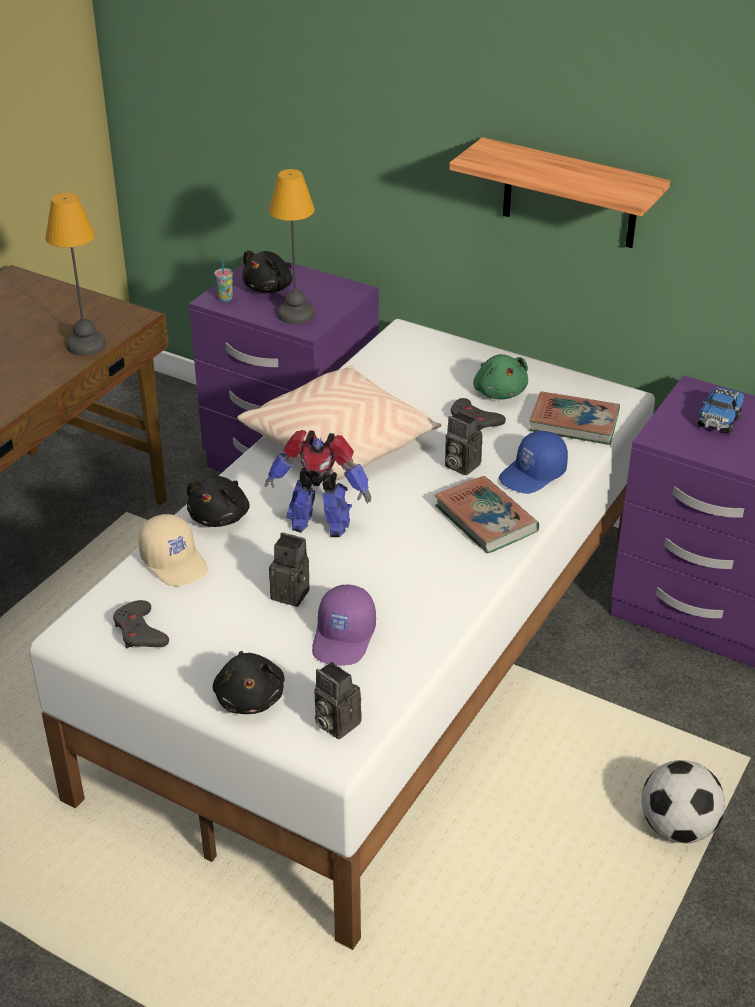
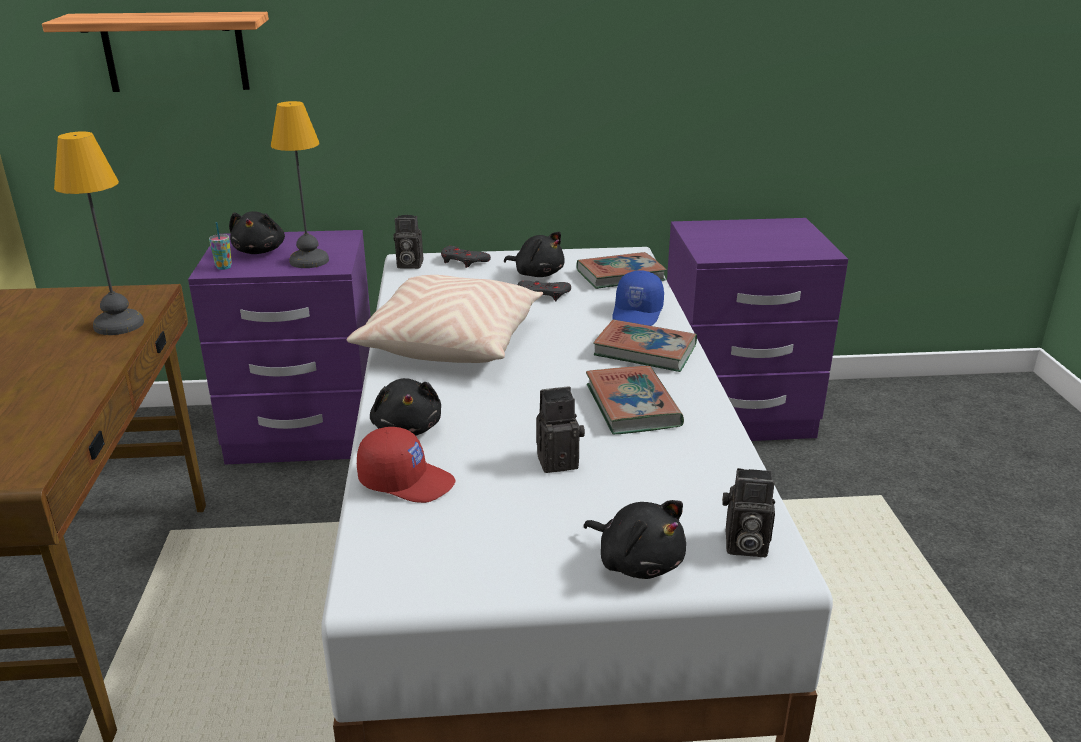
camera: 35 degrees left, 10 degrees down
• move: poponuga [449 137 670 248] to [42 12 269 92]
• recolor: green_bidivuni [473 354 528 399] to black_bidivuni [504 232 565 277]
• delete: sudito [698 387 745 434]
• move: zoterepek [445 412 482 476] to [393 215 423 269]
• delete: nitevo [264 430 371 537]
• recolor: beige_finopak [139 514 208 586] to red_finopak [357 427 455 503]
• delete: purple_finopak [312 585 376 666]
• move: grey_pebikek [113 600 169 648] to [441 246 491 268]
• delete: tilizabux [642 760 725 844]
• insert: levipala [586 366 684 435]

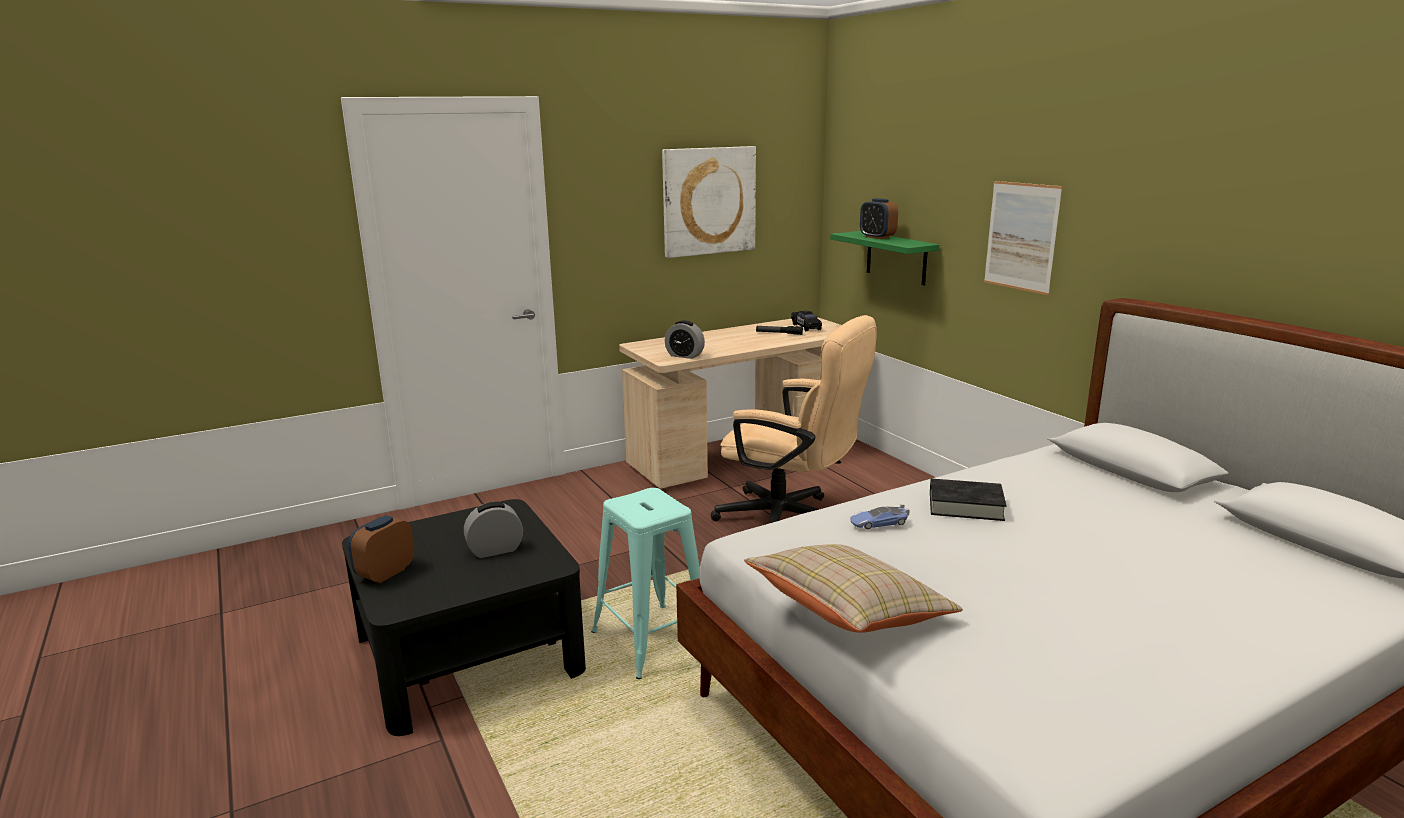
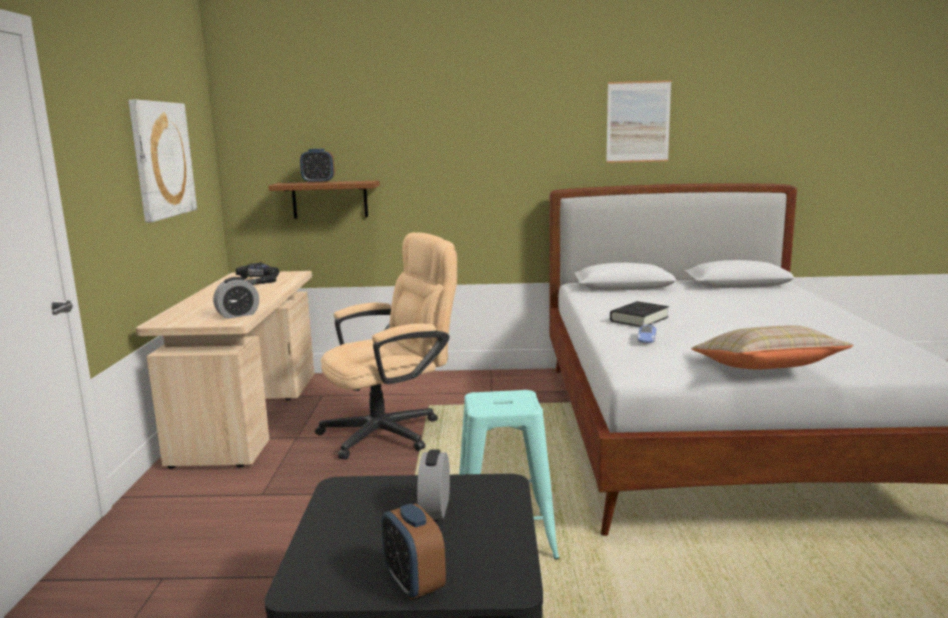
camera: 60 degrees left, 5 degrees down
• move: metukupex [984 181 1063 295] to [606 80 671 163]
• recolor: green_poponuga [830 231 940 285] to brown_poponuga [268 181 380 219]

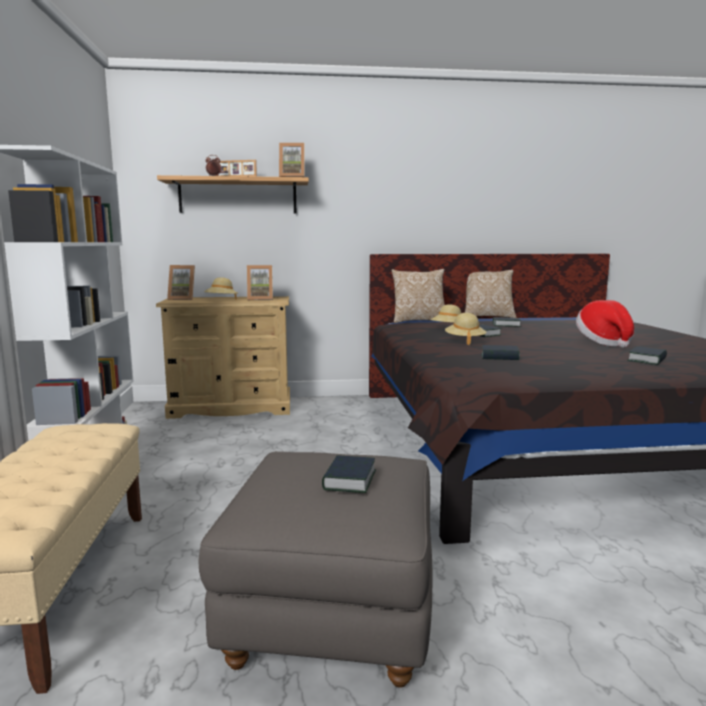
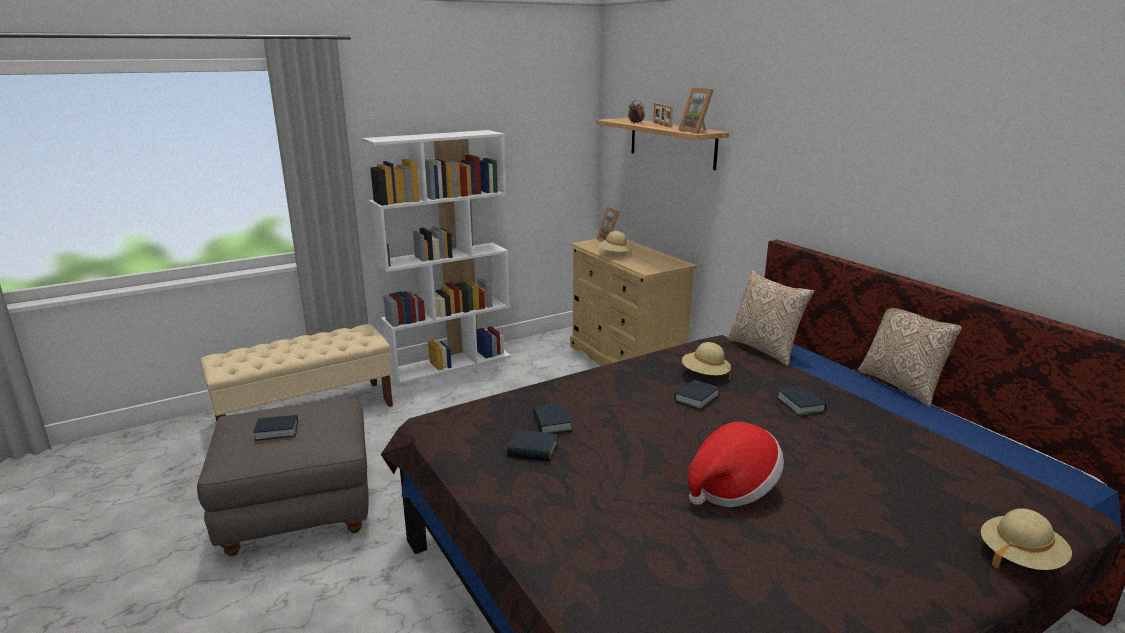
camera: 65 degrees right, 10 degrees up
• delete: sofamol [247 265 273 300]
• move: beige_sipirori [445 313 487 345] to [981 508 1072 570]
• move: levipala [627 346 667 365] to [506 430 558 462]

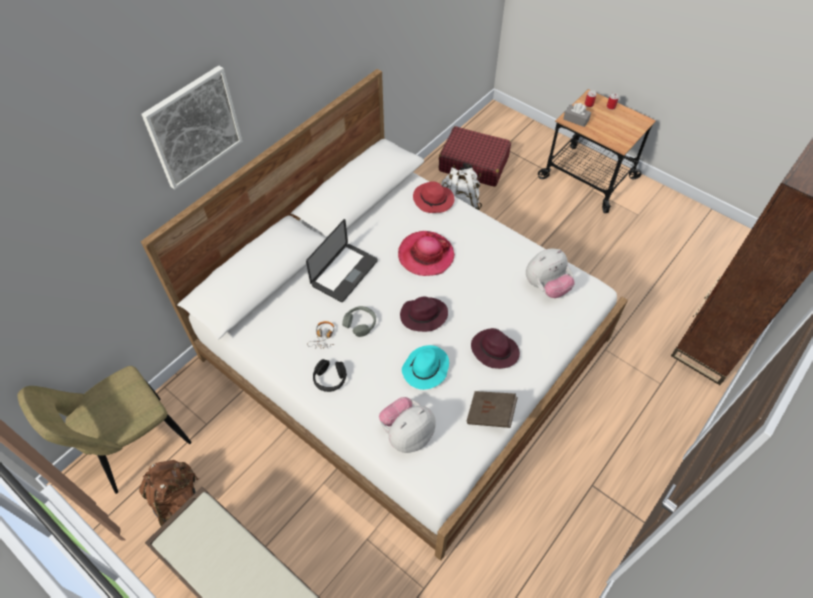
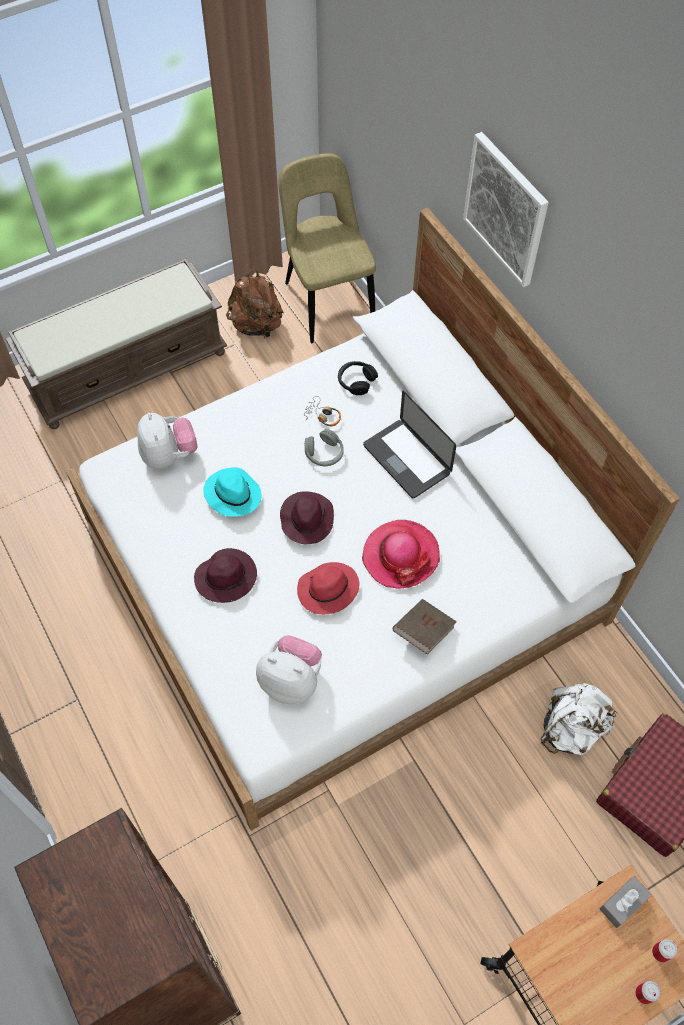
camera: 110 degrees right, 5 degrees up
• move: red_sipirori [413 181 454 213] to [297 562 359 615]
• rotate: bidivuni [526 249 575 298] = [256 635 322 704] 120 degrees clockwise
• move: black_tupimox [313 359 347 392] to [338 361 378 395]
• move: brown_levipala [467 391 518 428] to [393 599 457 655]

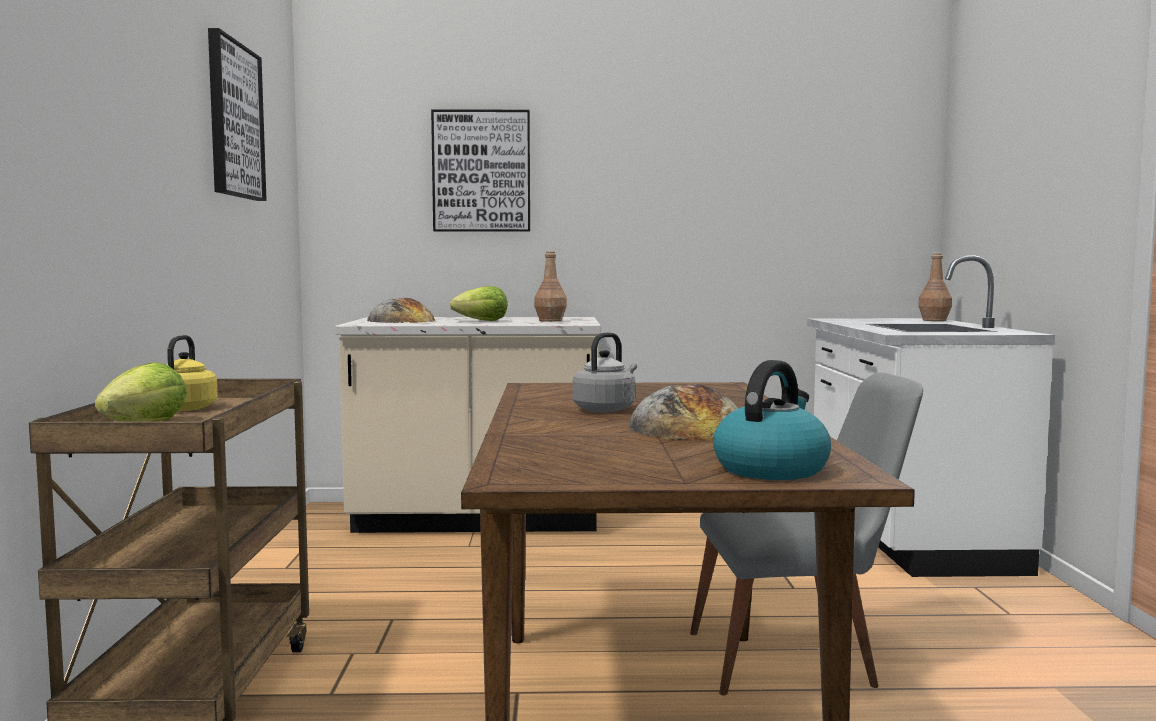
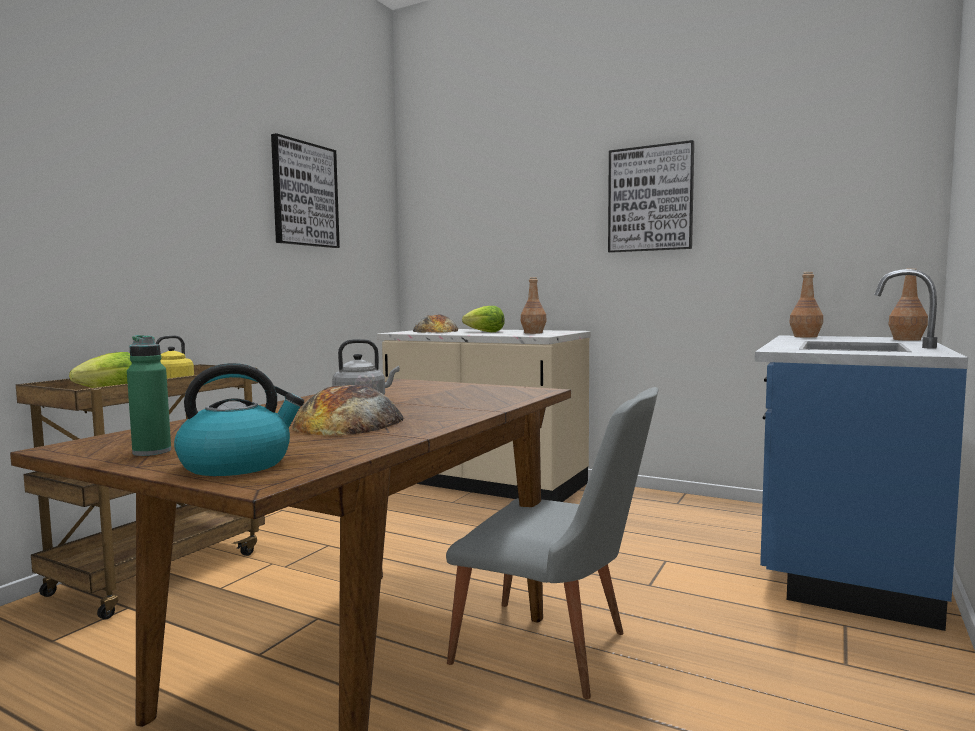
camera: 30 degrees right, 0 degrees up
• move: metukupex [431 109 530 232] to [608 140 694 253]
• recolor: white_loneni [807 255 1055 577] to blue_loneni [755 269 968 631]
• insert: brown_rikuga [789 272 823 338]
• insert: green_rikuga [127 335 171 456]

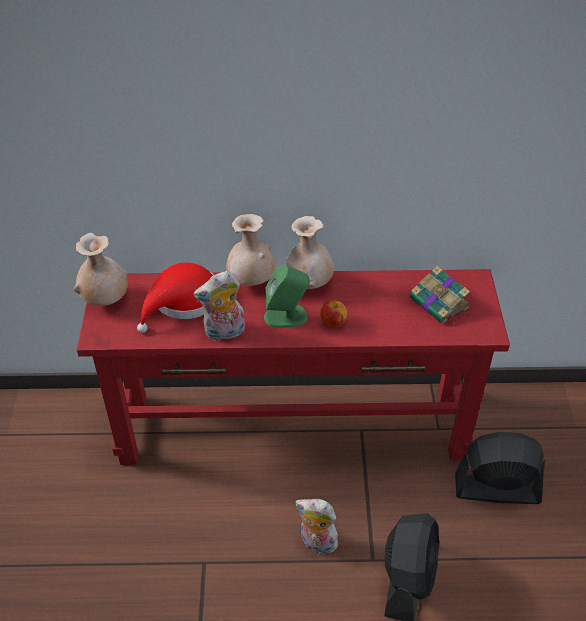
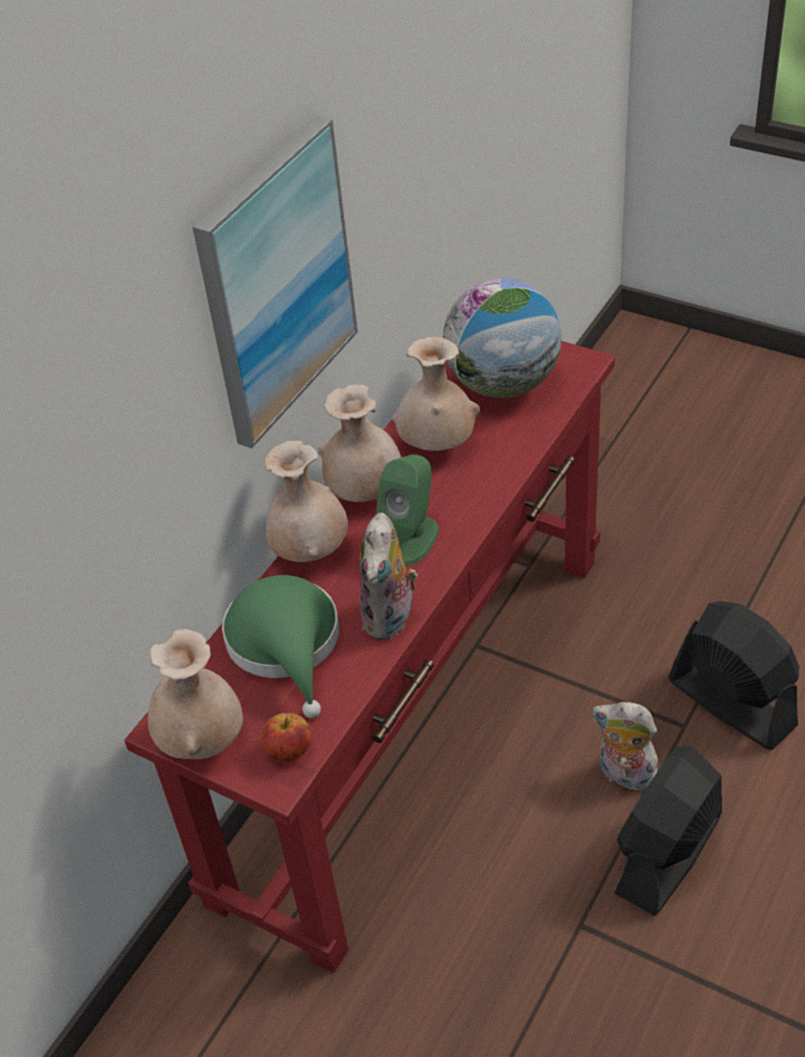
camera: 55 degrees left, 0 degrees up
• recolor: red_sipirori [137 262 214 333] to green_sipirori [222 575 339 718]
• replace: levipala [410 266 470 324] to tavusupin [443 278 562 398]
• move: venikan [320 300 347 327] to [261 713 312 762]
• move: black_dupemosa [455 432 546 504] to [614 746 722 916]
• rotate: bidivuni [296 499 340 554] = [592 702 658 790] 60 degrees clockwise
• insert: metukupex [192 115 358 448]
• insert: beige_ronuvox [392 337 480 451]

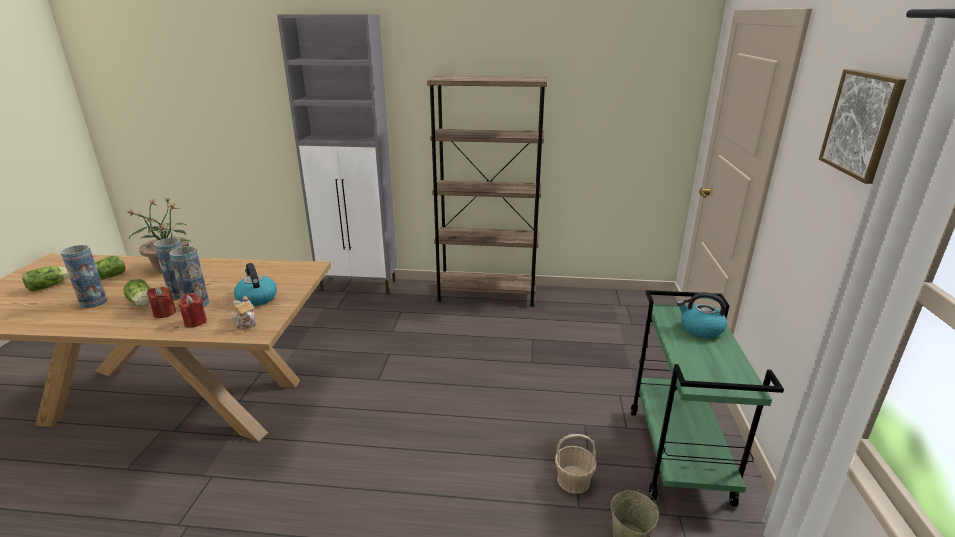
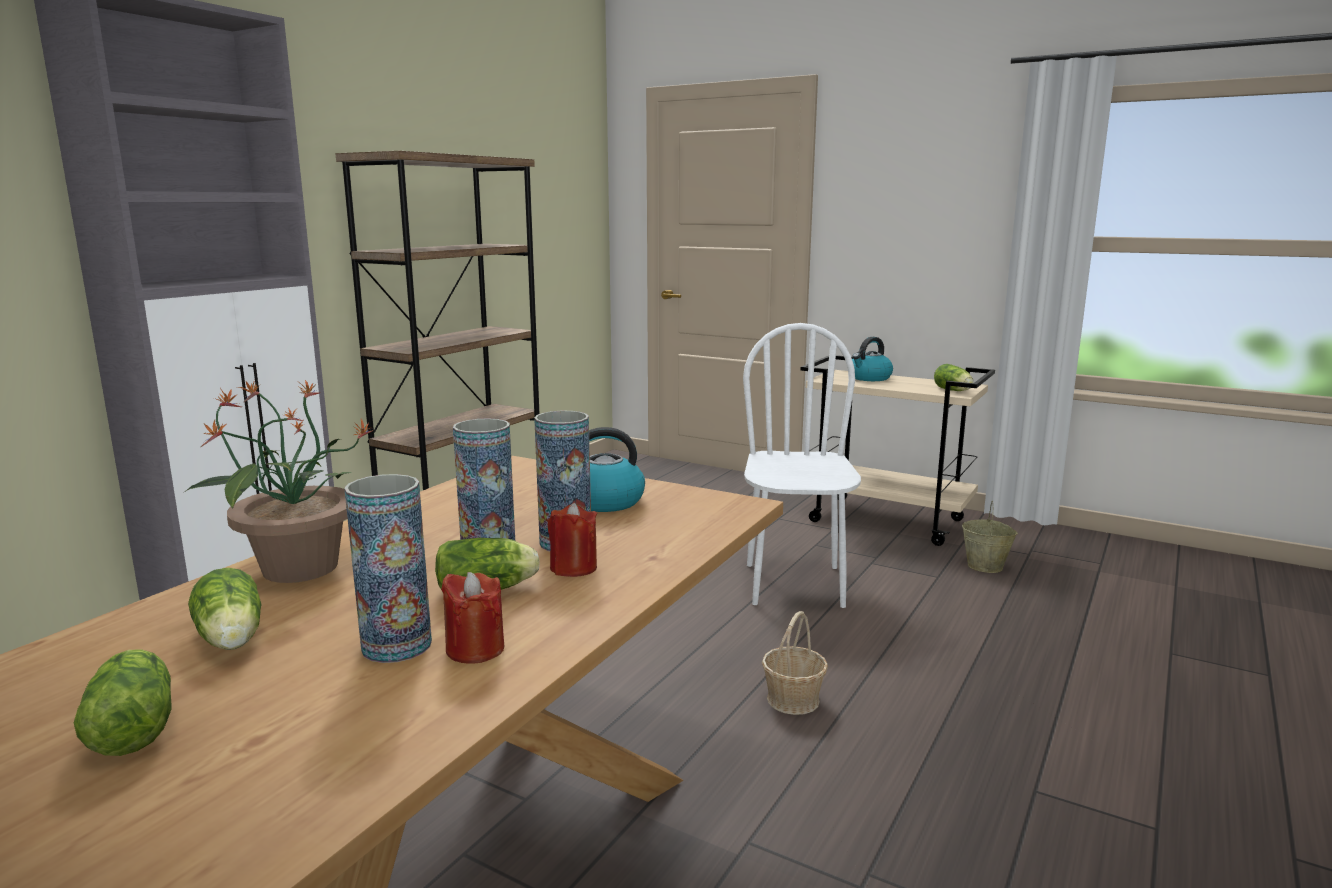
camera: 65 degrees left, 10 degrees down
• delete: metukupex [819 69 906 184]
• recolor: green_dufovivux [631 290 784 507] to beige_dufovivux [801 355 995 546]
• move: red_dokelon [178 293 207 328] to [441 572 504 664]
• delete: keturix [231 296 257 329]
• move: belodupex [555 434 597 494] to [762 611 828 715]
• insert: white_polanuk [743 323 861 608]
• insert: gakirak [934 364 974 391]

